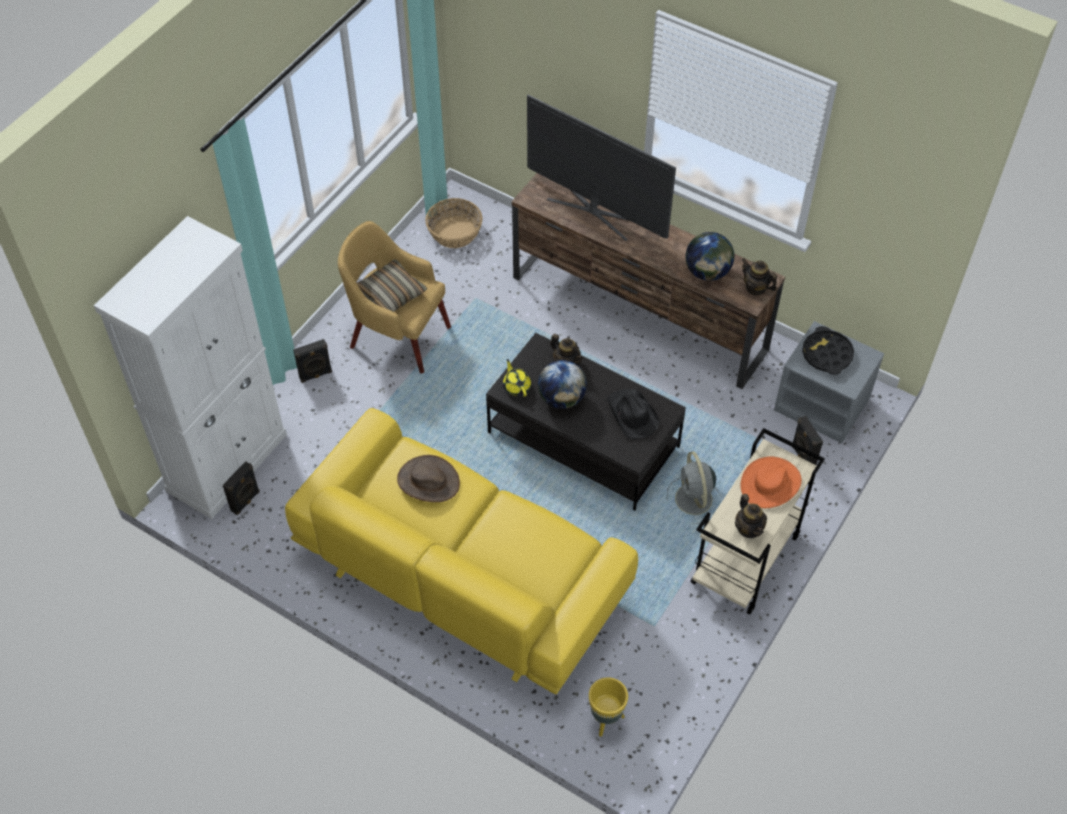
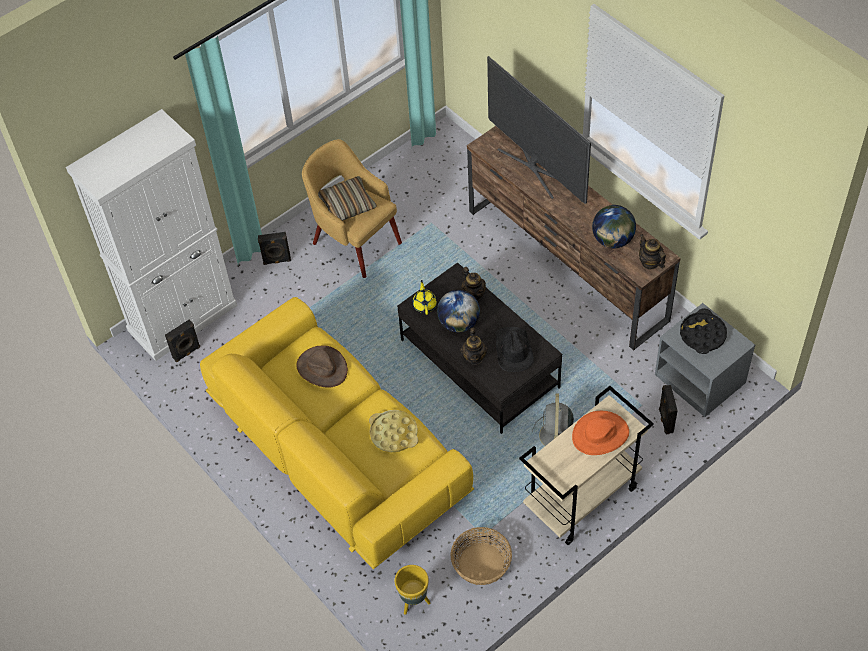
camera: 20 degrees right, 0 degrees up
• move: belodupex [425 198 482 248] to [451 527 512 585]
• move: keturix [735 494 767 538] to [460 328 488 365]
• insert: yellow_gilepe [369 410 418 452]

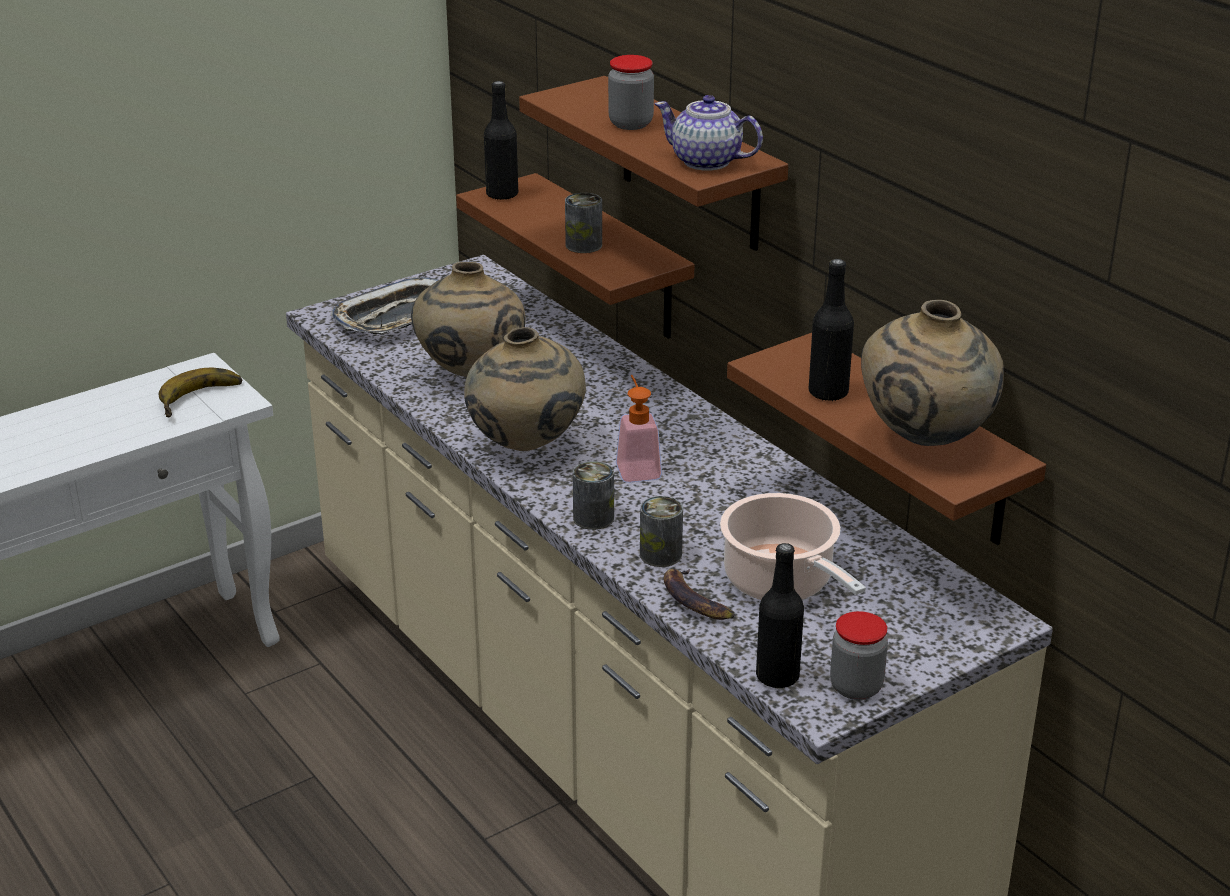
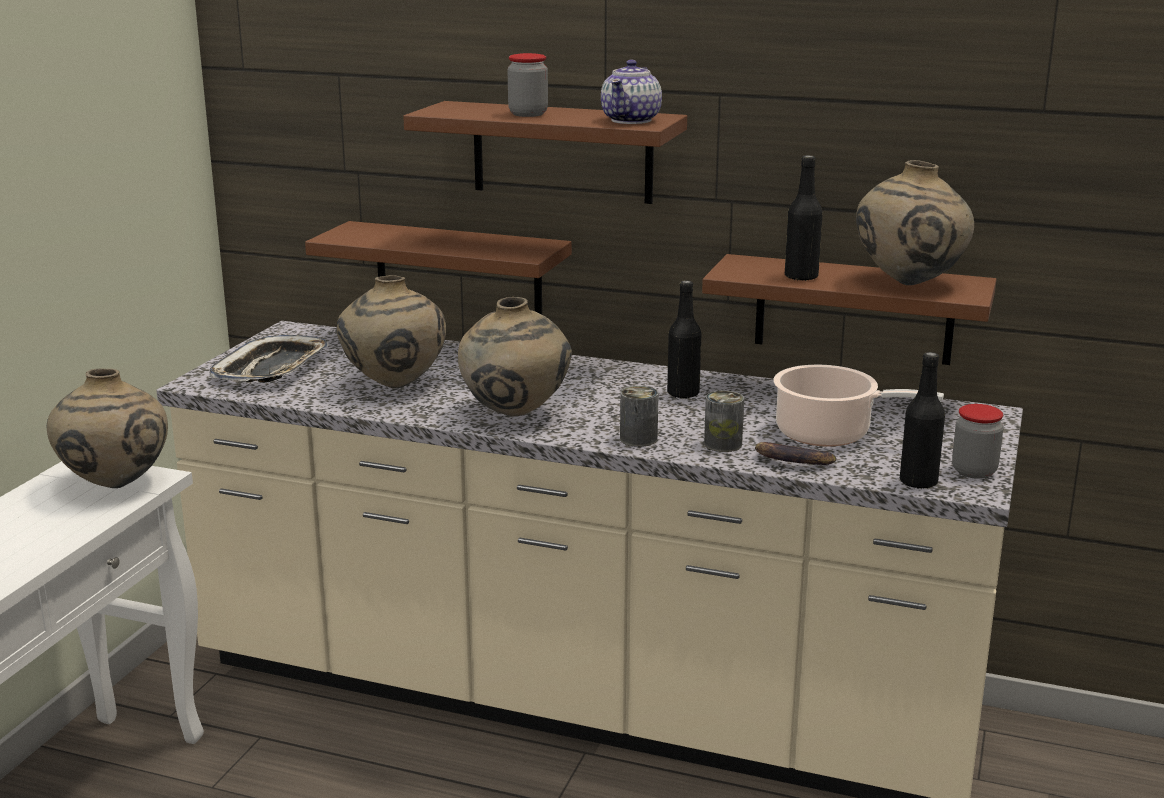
camera: 35 degrees left, 10 degrees down
• move: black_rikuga [484 81 518 200] to [667 280 702 399]
• rotate: keturix [655 95 763 171] = [601 60 662 124] 60 degrees counterclockwise
• delete: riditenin [565 193 602 253]
• replace: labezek [159 368 242 417] to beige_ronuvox [46 369 168 488]
• delete: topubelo [616 375 662 483]

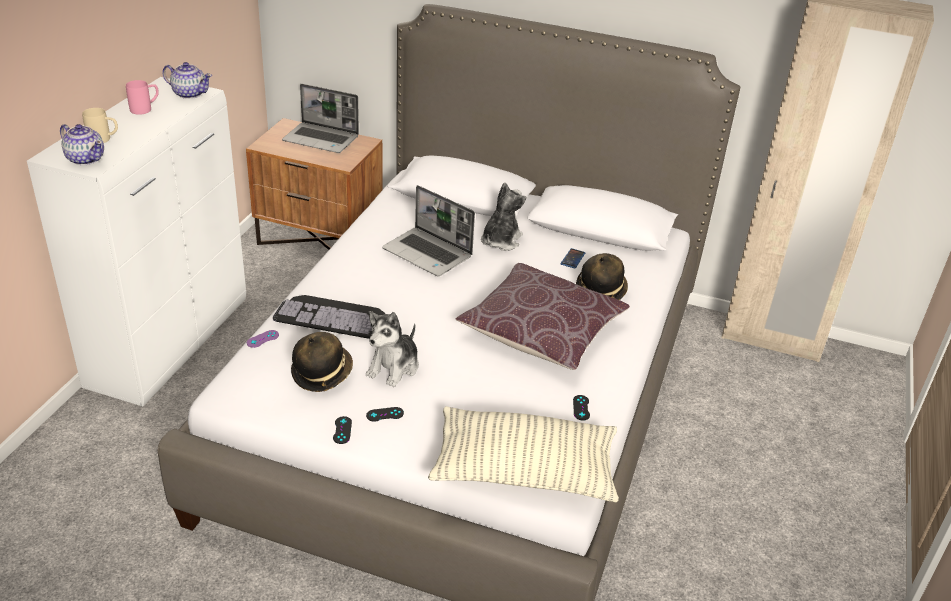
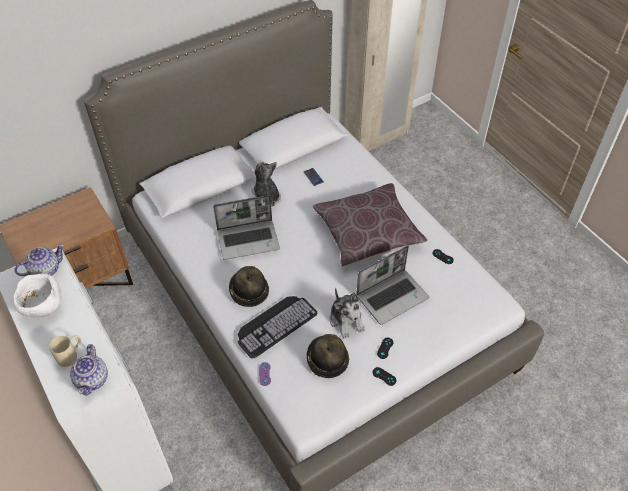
camera: 50 degrees left, 15 degrees up
• replace: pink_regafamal [126 80 159 115] to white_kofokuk [13 273 62 318]
• move: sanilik [282 84 359 153] to [356 246 429 325]
• rotate: keturix [60 124 104 165] = [70 344 108 396] 105 degrees clockwise
• move: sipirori [576 253 628 300] to [229 266 269 307]
• delete: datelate [428 406 619 502]

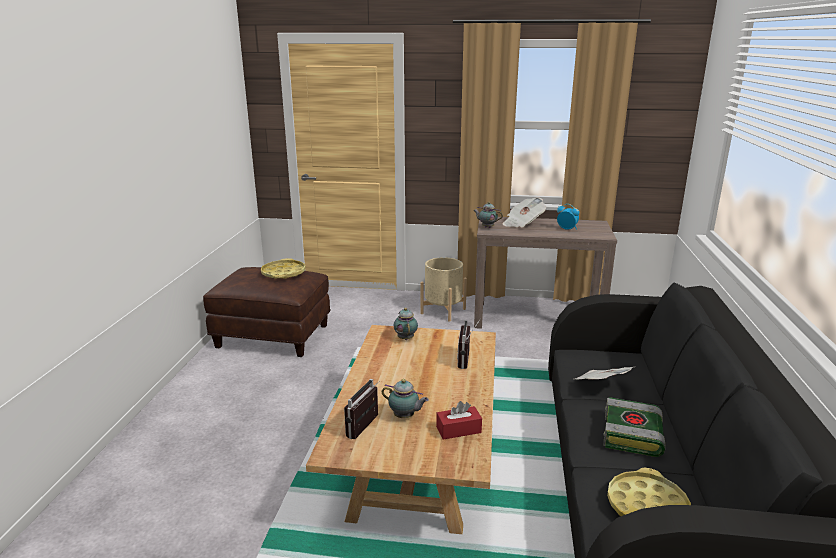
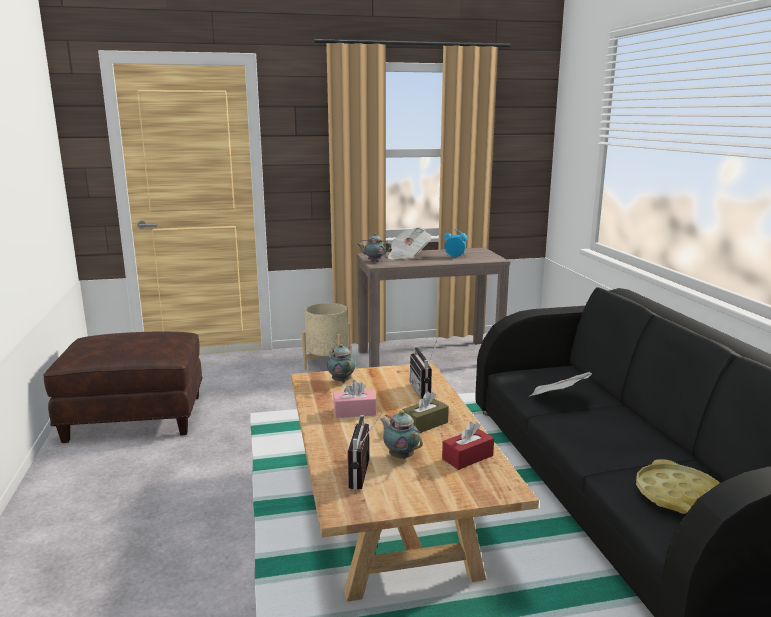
camera: 20 degrees left, 5 degrees down
• delete: yellow_gilepe [261 258 306 279]
• rotate: keturix [382 379 429 418] = [380 410 423 459] 135 degrees counterclockwise
• delete: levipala [604 397 666 457]
• insert: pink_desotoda [333 380 377 418]
• insert: brown_desotoda [402 391 449 433]

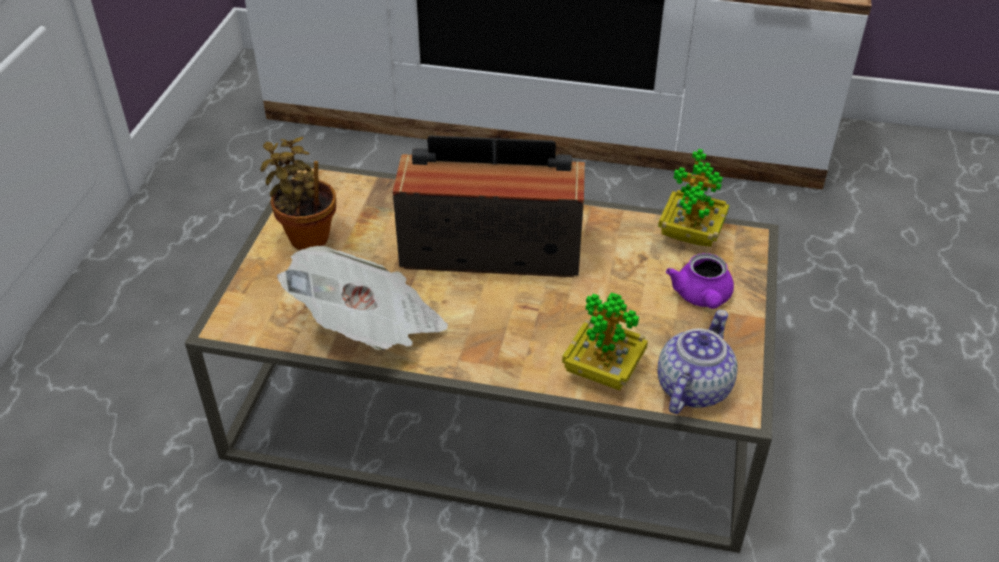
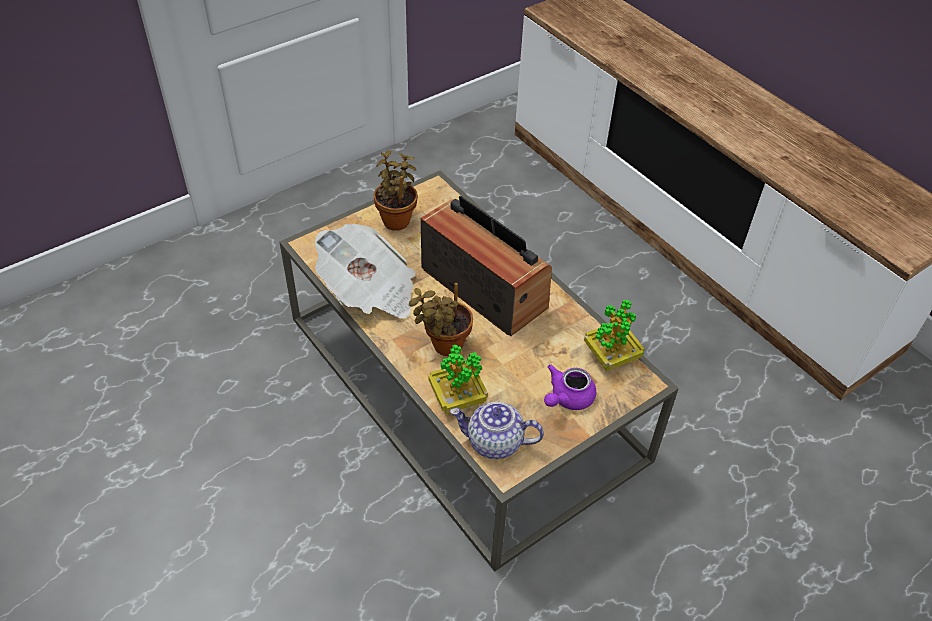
camera: 40 degrees right, 5 degrees up
• rotate: keturix [658 310 738 414] = [450 402 544 459] 150 degrees counterclockwise
• insert: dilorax [409 283 473 356]

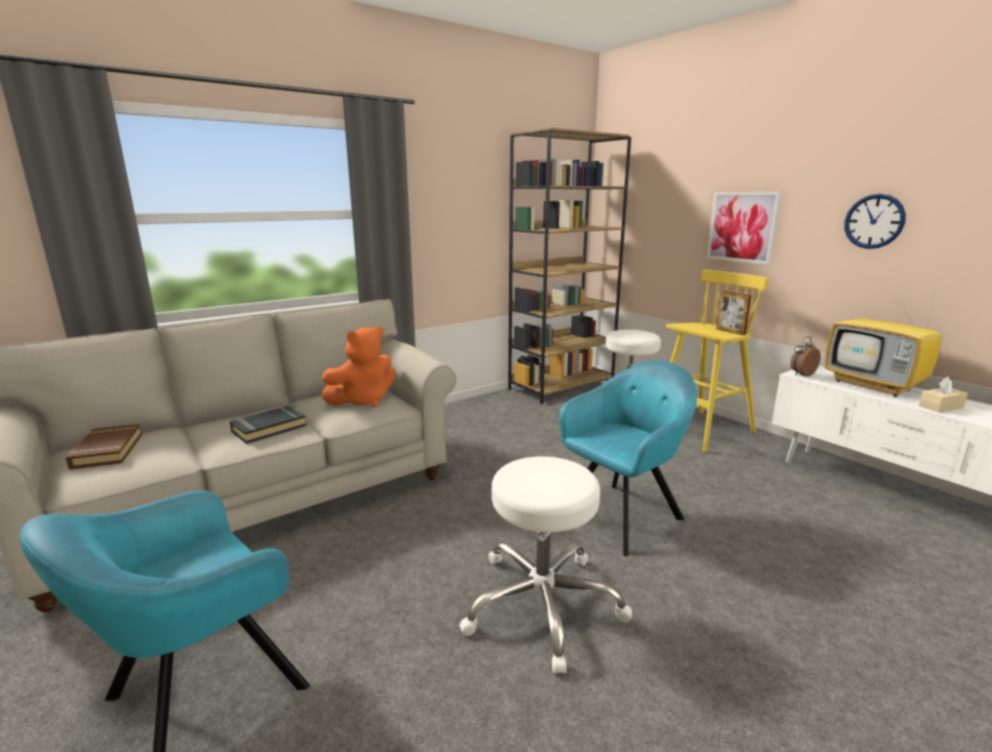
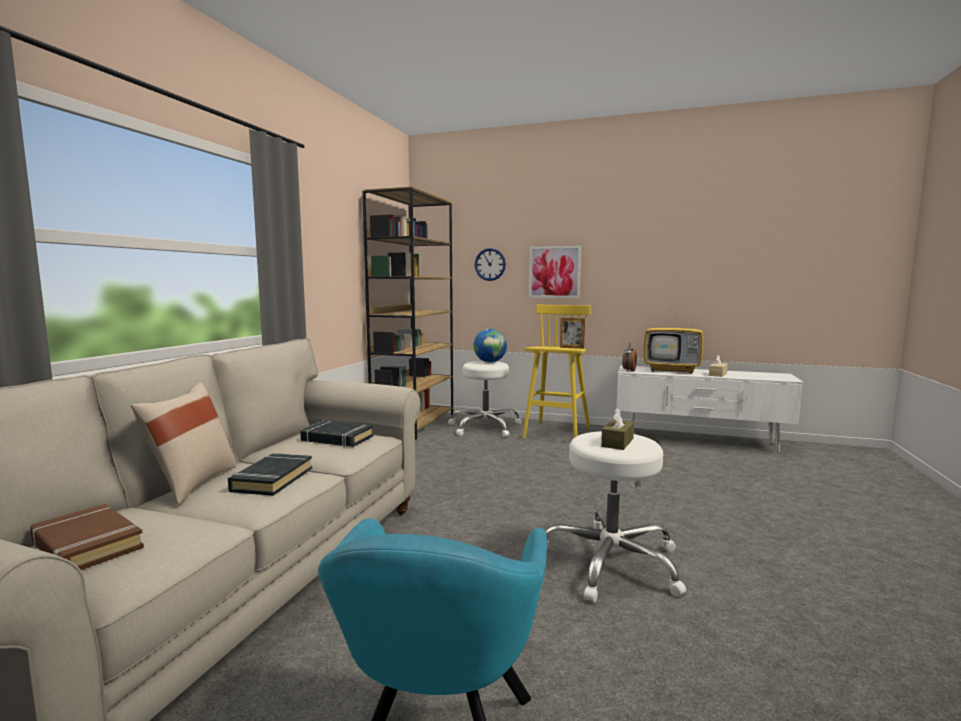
camera: 35 degrees left, 10 degrees down
• move: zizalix [844 194 906 249] to [475 248 506 281]
• replace: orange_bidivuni [322 326 395 407] to black_levipala [300 420 374 447]
• delete: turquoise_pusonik [559 360 697 556]
• insert: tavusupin [473 329 507 362]
• insert: beige_datelate [131 383 236 505]
• insert: brown_desotoda [601 408 634 450]

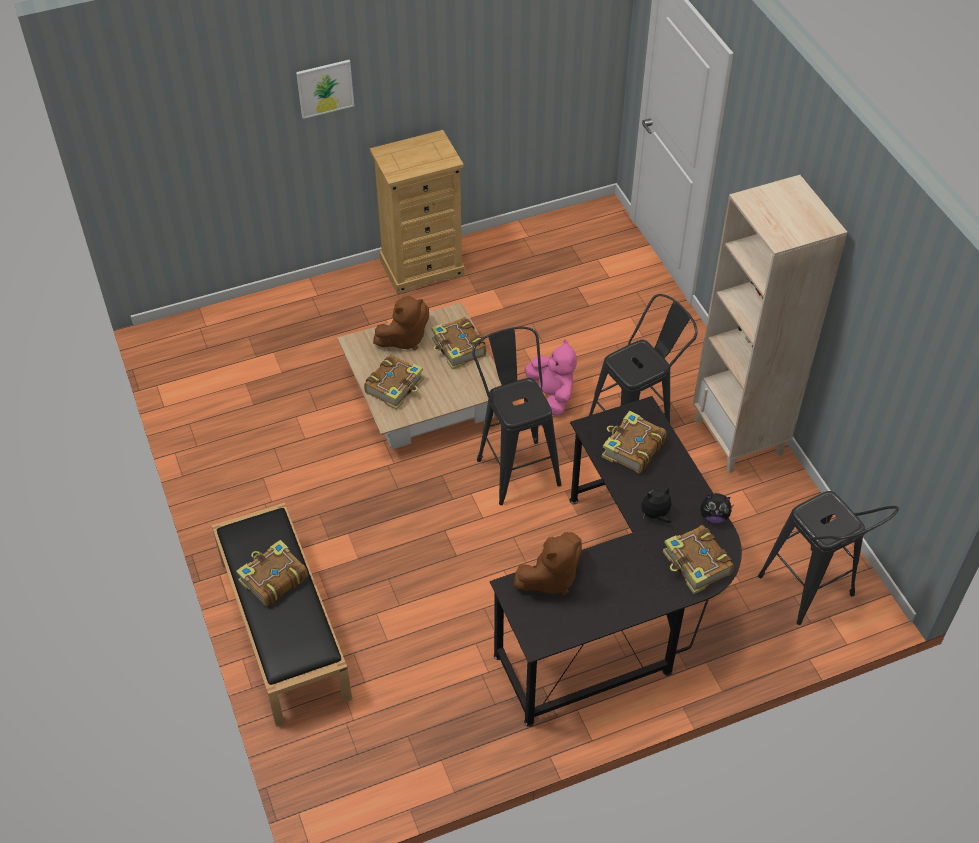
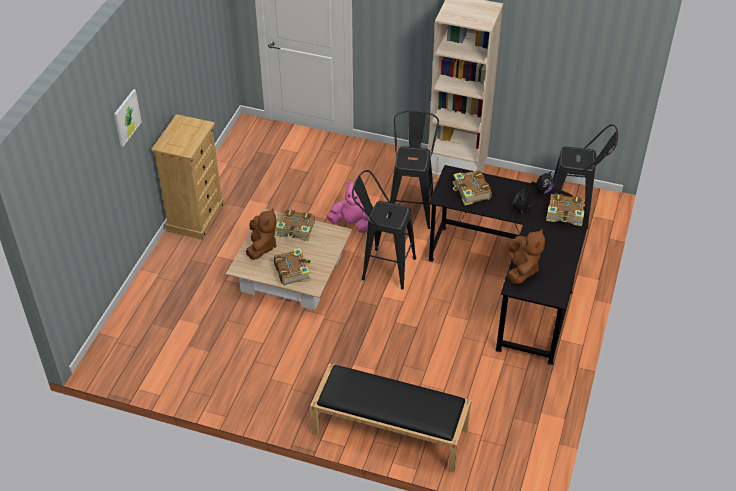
camera: 50 degrees left, 5 degrees down
• delete: levipala [236 540 308 607]

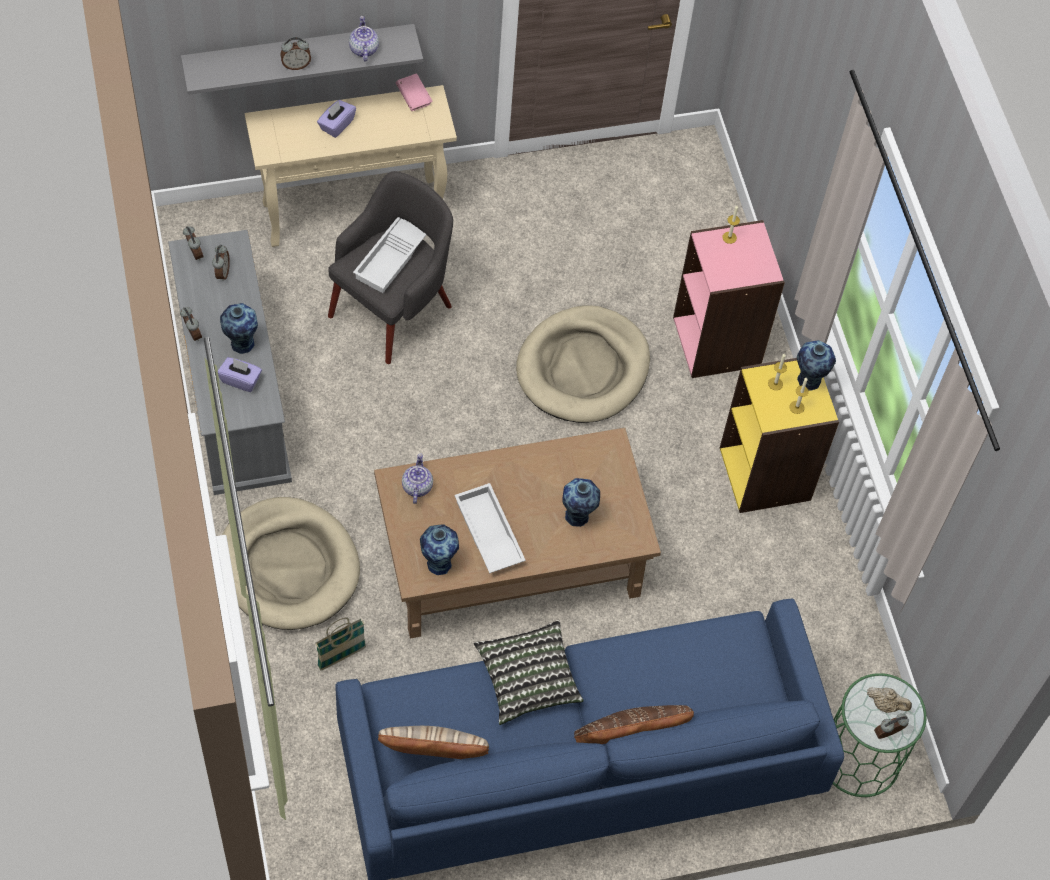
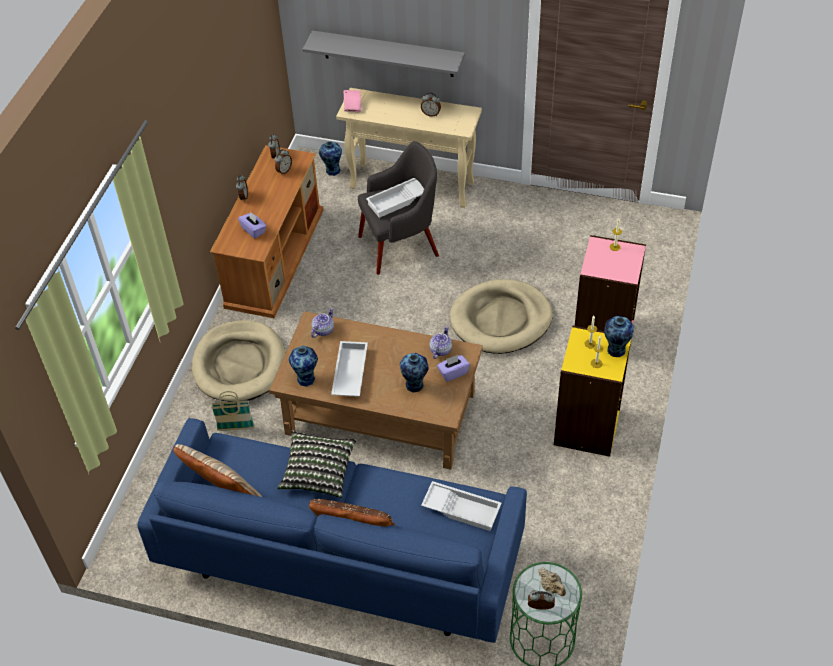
camera: 35 degrees right, 10 degrees down
• move: keturix [349 16 379 61] to [429 326 452 359]
• move: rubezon [280 37 311 70] to [421 92 441 117]
• move: pink_levipala [395 73 432 111] to [343 90 361 112]
• move: purple_desotoda [317 100 356 138] to [437 355 470 382]
• recolor: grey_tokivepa [168 230 292 495] to brown_tokivepa [210 145 324 318]
• move: ronuvox [220 303 258 354] to [319 141 342 176]
• insert: white_gilepe [421 481 501 531]

